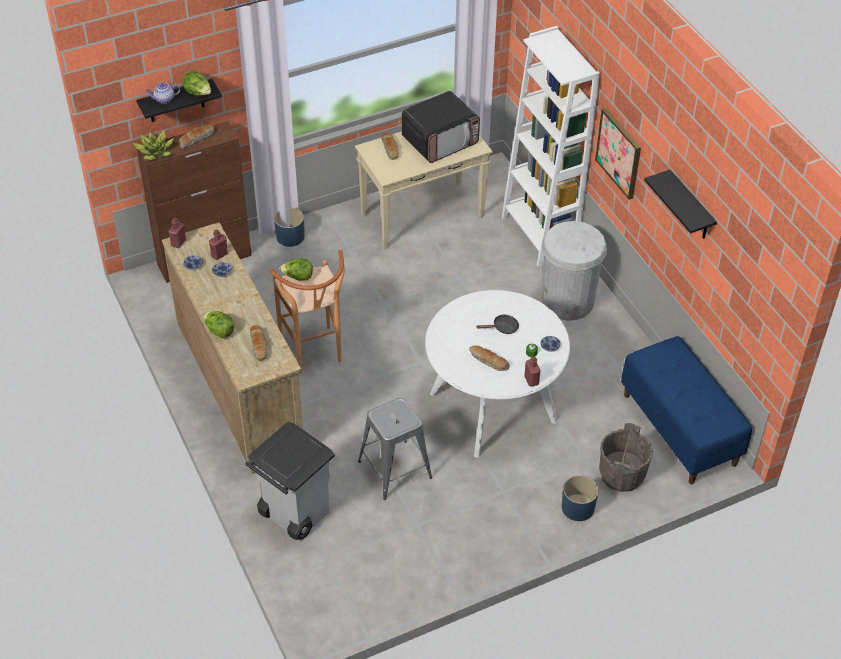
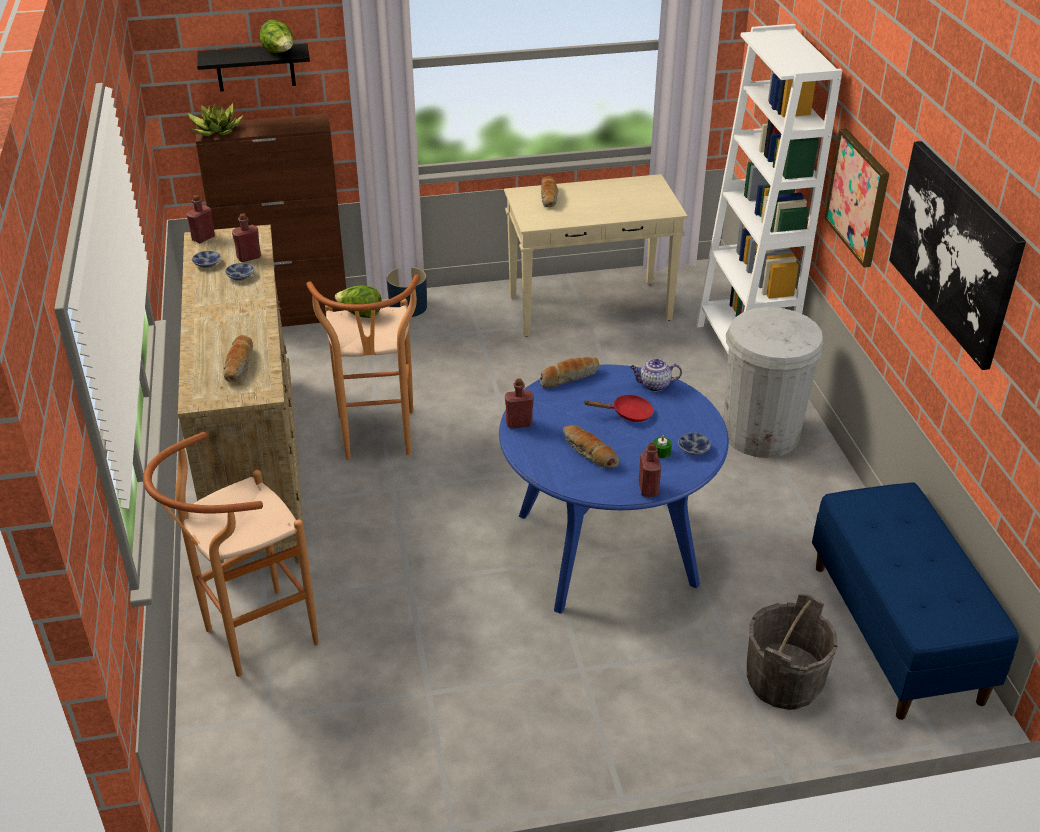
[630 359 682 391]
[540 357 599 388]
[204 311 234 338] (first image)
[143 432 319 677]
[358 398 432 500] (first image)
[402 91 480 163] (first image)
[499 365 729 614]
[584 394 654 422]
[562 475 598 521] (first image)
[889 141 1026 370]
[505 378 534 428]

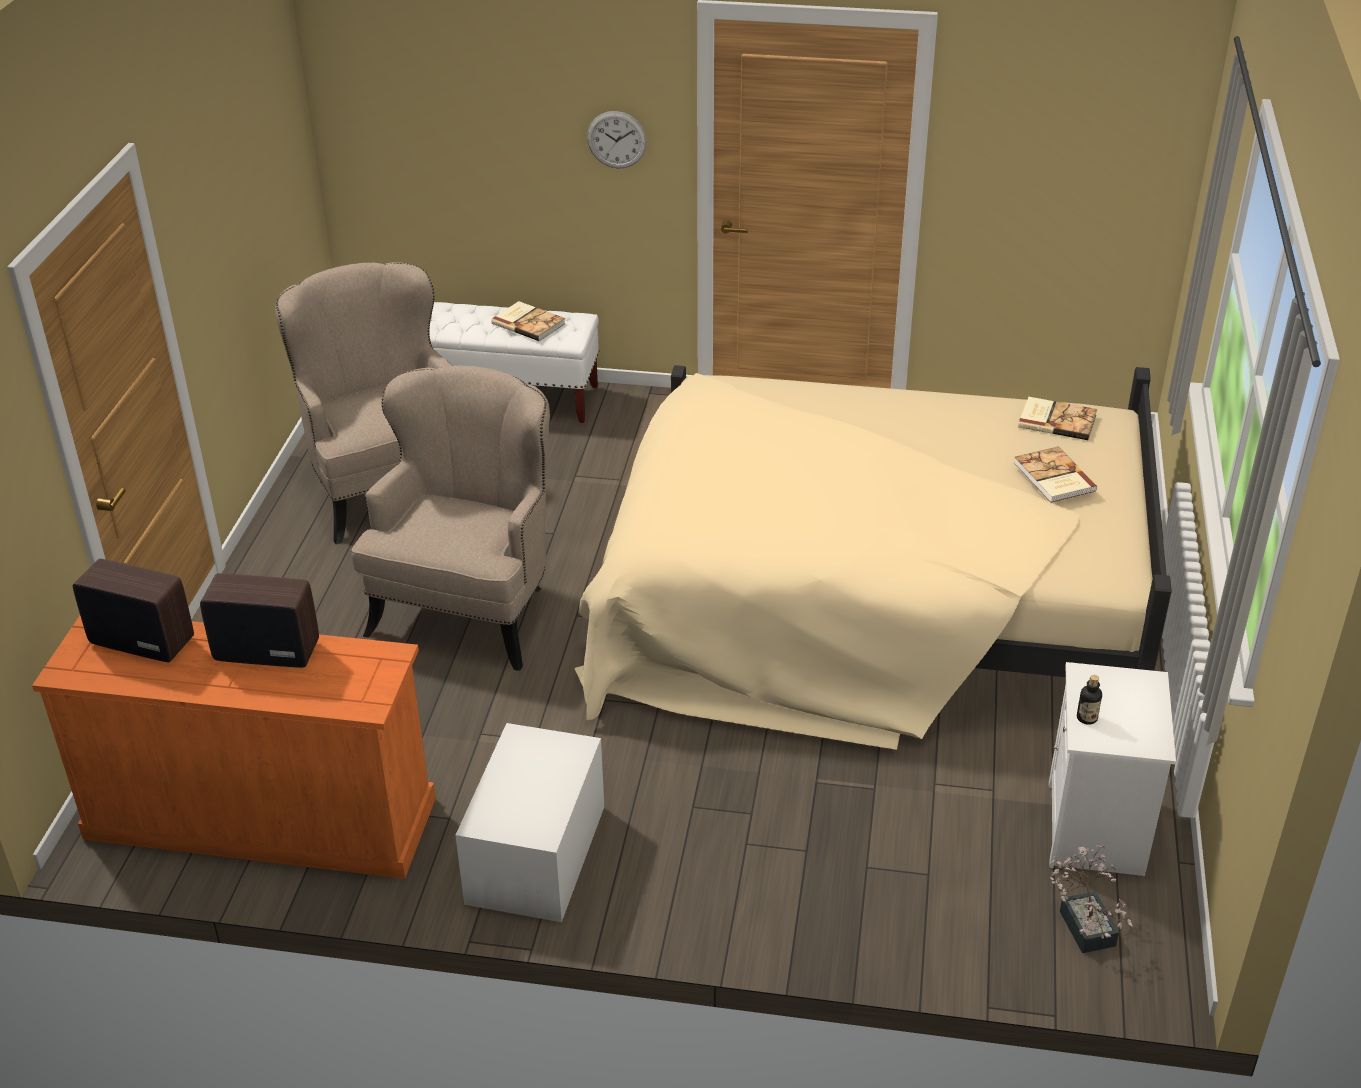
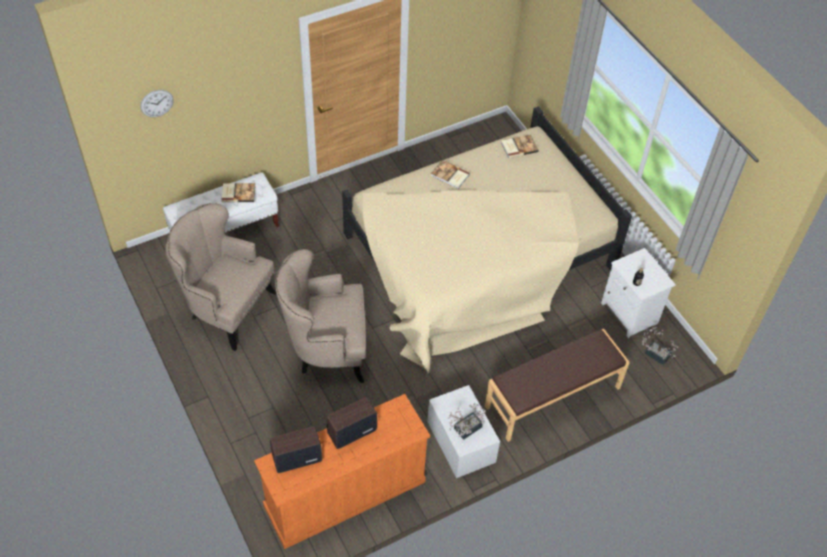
[275 249 366 383]
[140 90 174 117]
[431 160 470 189]
[448 403 486 440]
[485 329 630 442]

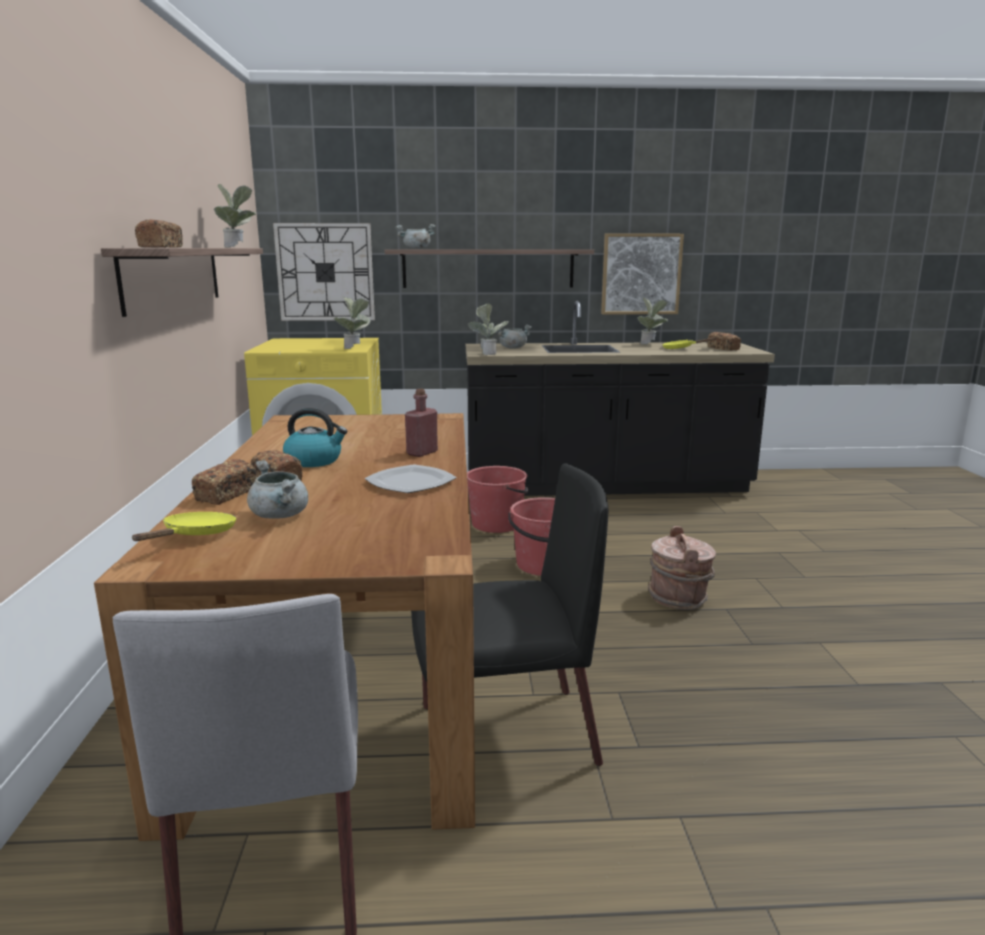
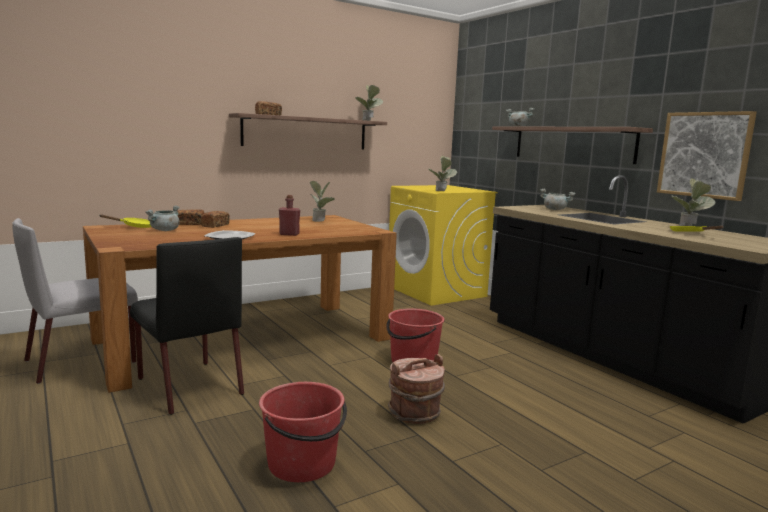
[273 223 375 321] (first image)
[283 408 347 467] (first image)
[259 382 347 482]
[310 181 335 222]
[707 332 741 351] (first image)

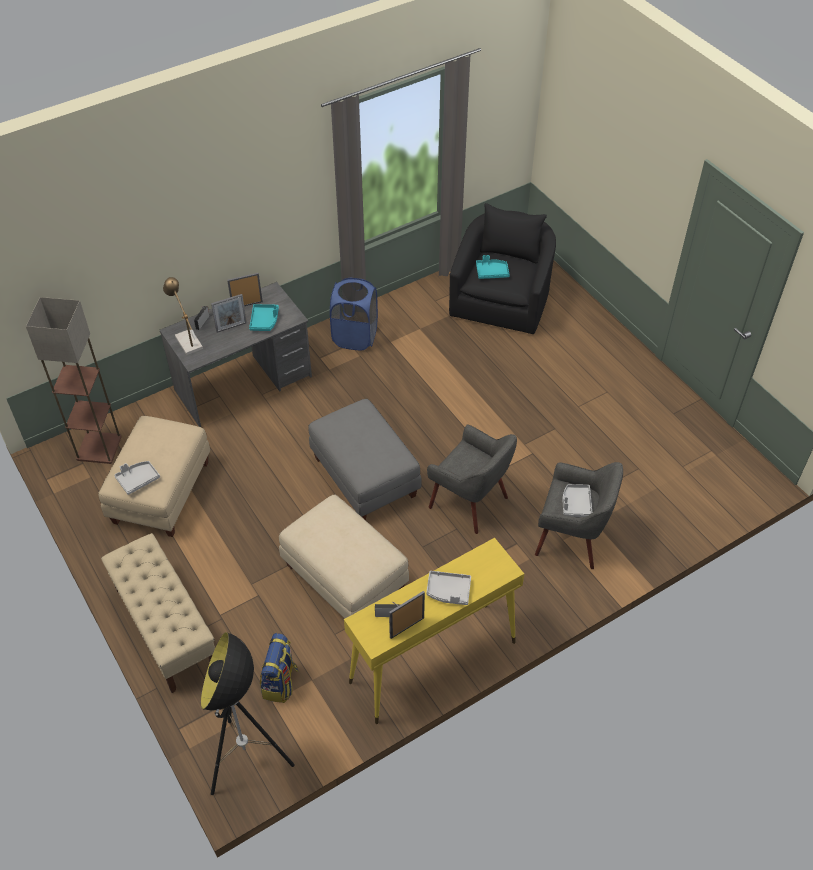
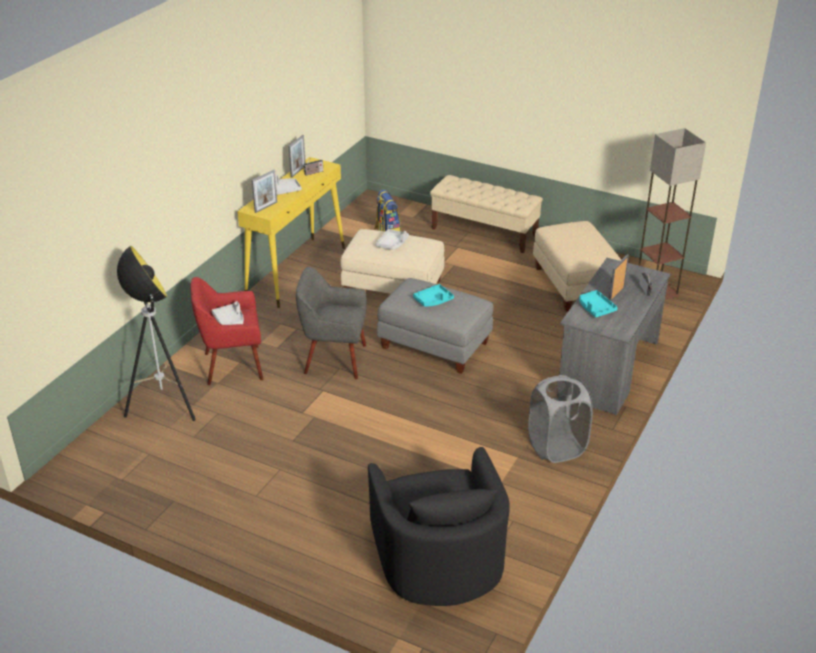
[376 229 409 250]
[163 277 203 355] (first image)
[117 246 196 421]
[252 170 277 213]
[528 375 593 463]
[413 284 454 307]
[190 277 263 385]

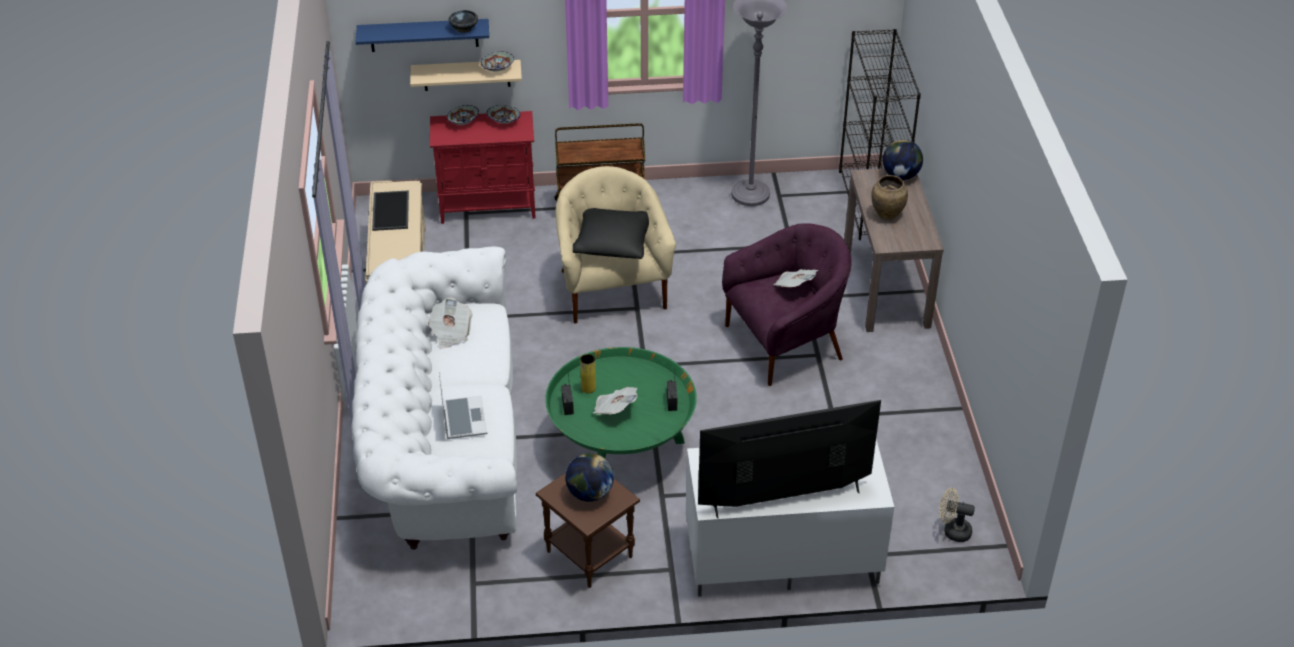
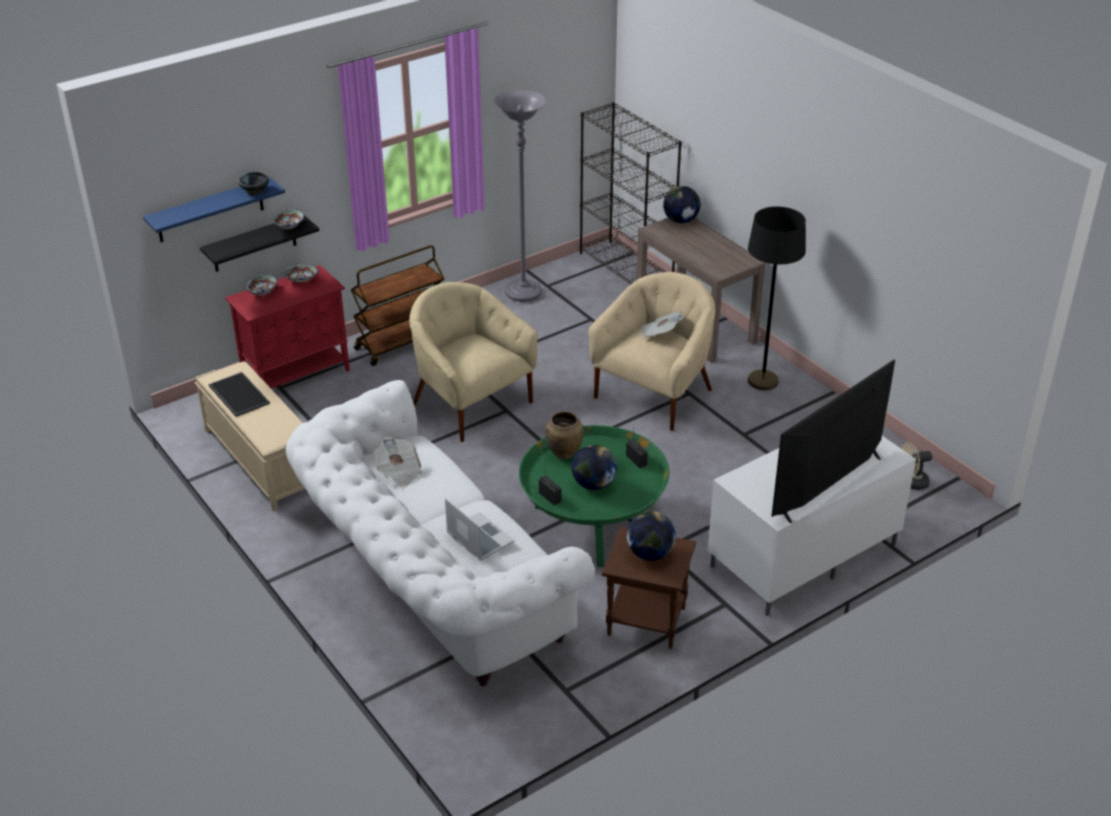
[200 215 320 272]
[573 208 649 259] (first image)
[580 354 596 393] (first image)
[572 445 617 490]
[588 272 715 431]
[545 411 584 459]
[748 206 806 390]

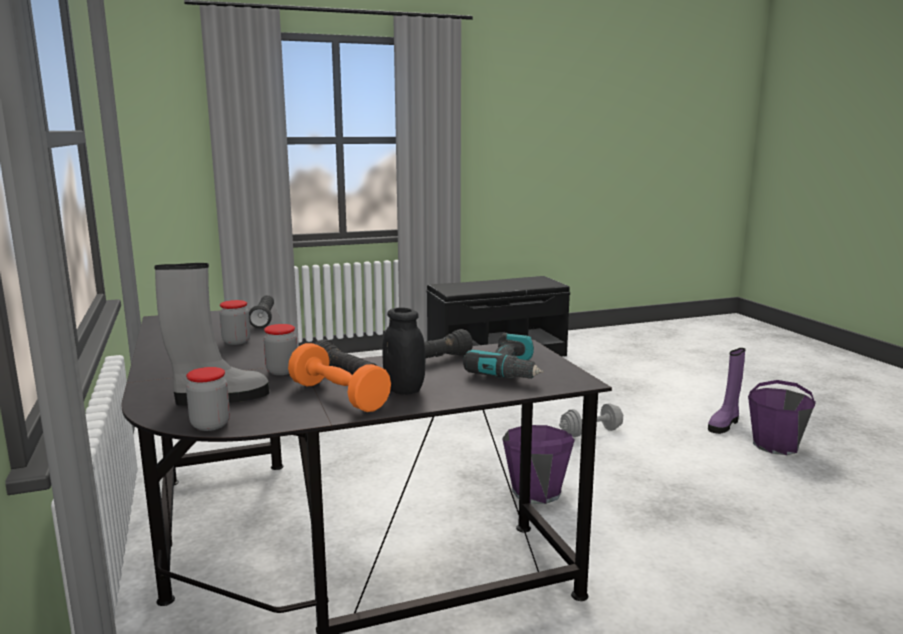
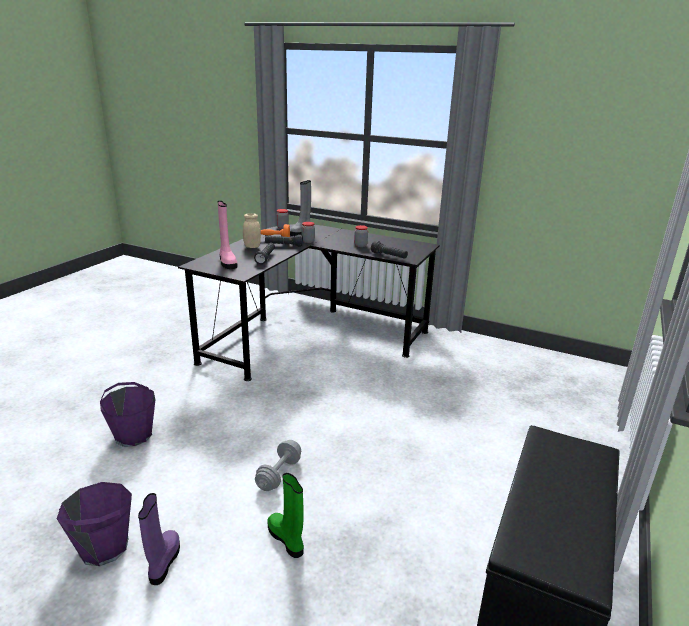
[243 213 261 248]
[217 201 237 269]
[100 382 156 447]
[267 473 304 558]

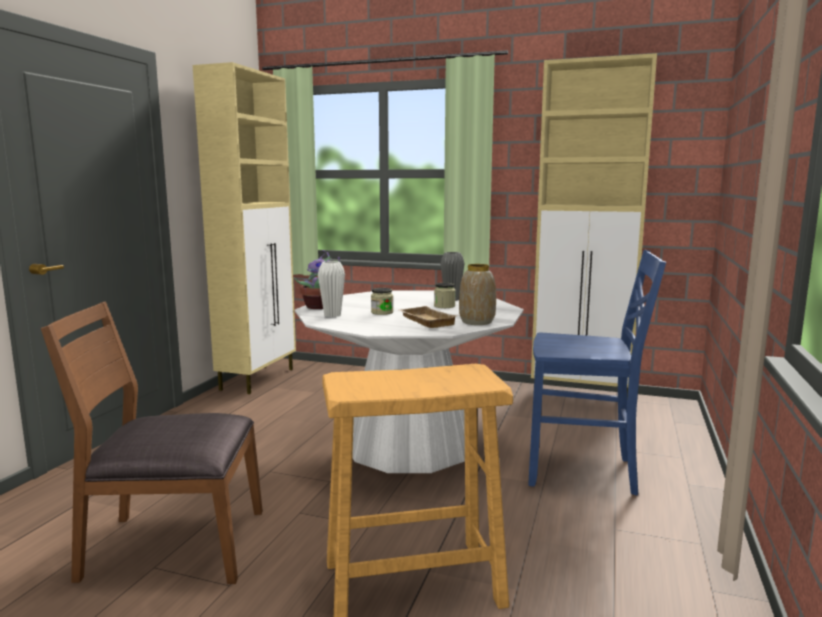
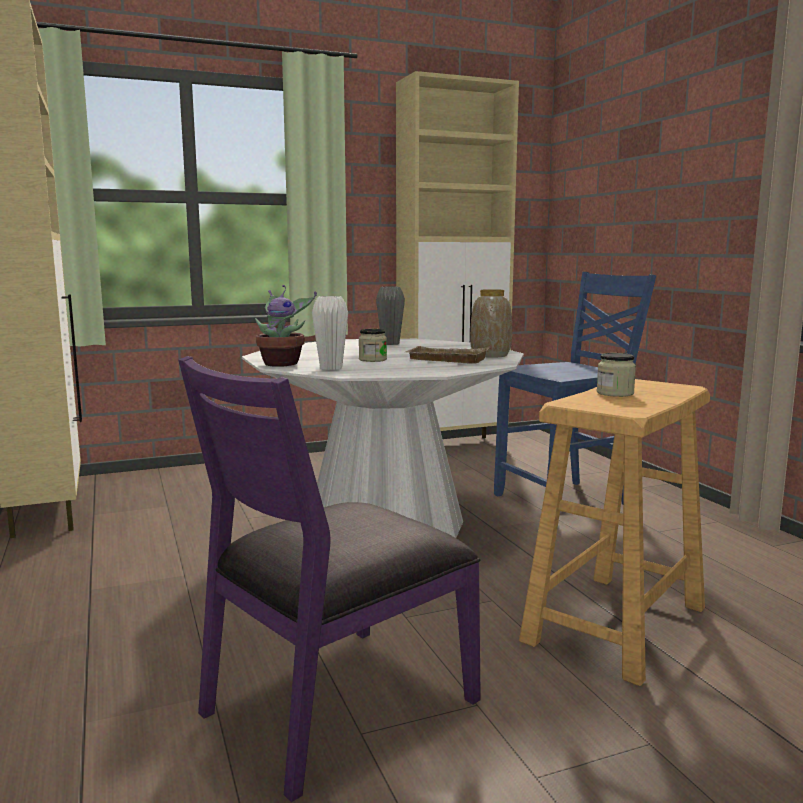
[178 356 481 802]
[597 353 636 397]

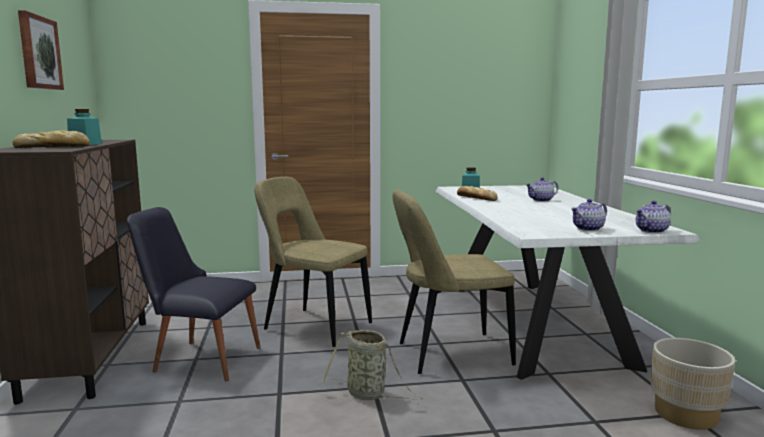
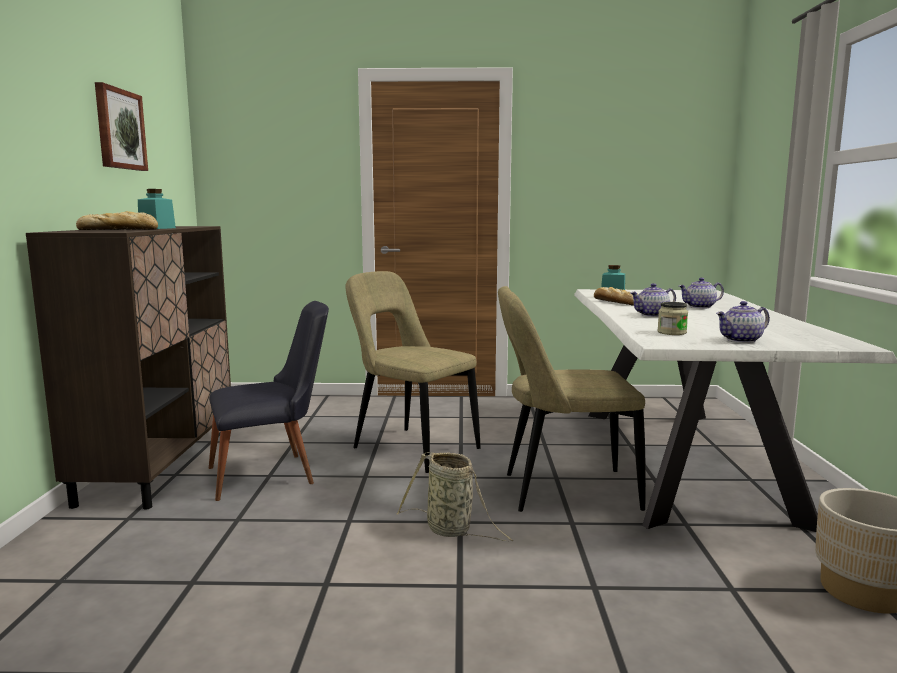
[209 301 329 501]
[631 283 676 317]
[657 302 688 335]

